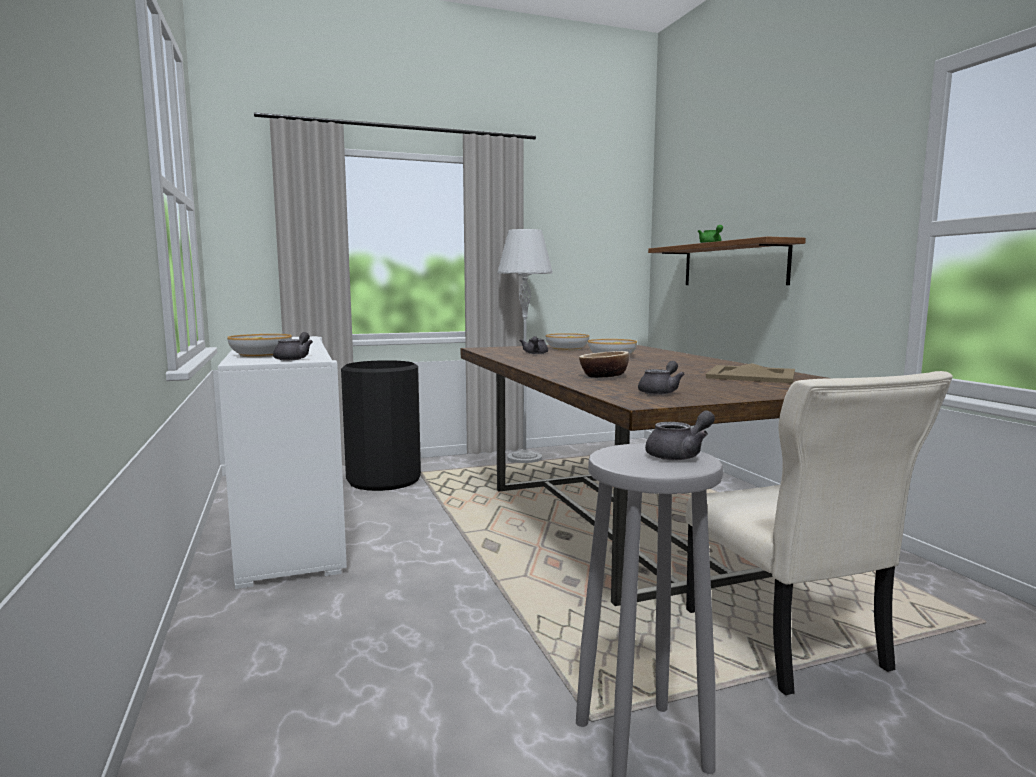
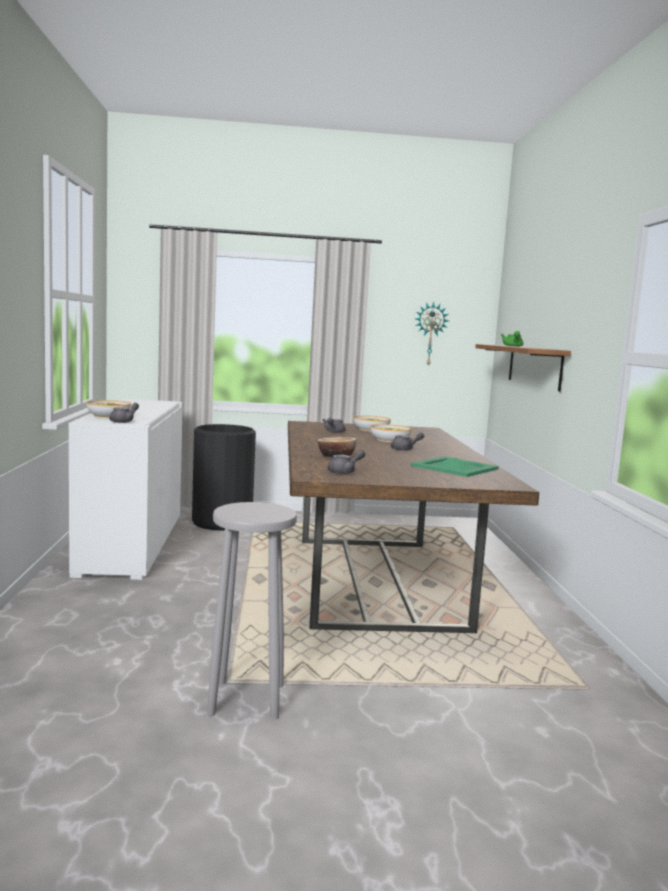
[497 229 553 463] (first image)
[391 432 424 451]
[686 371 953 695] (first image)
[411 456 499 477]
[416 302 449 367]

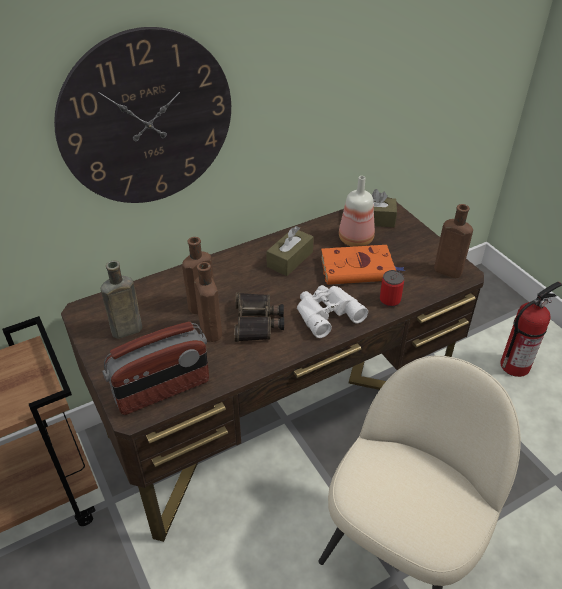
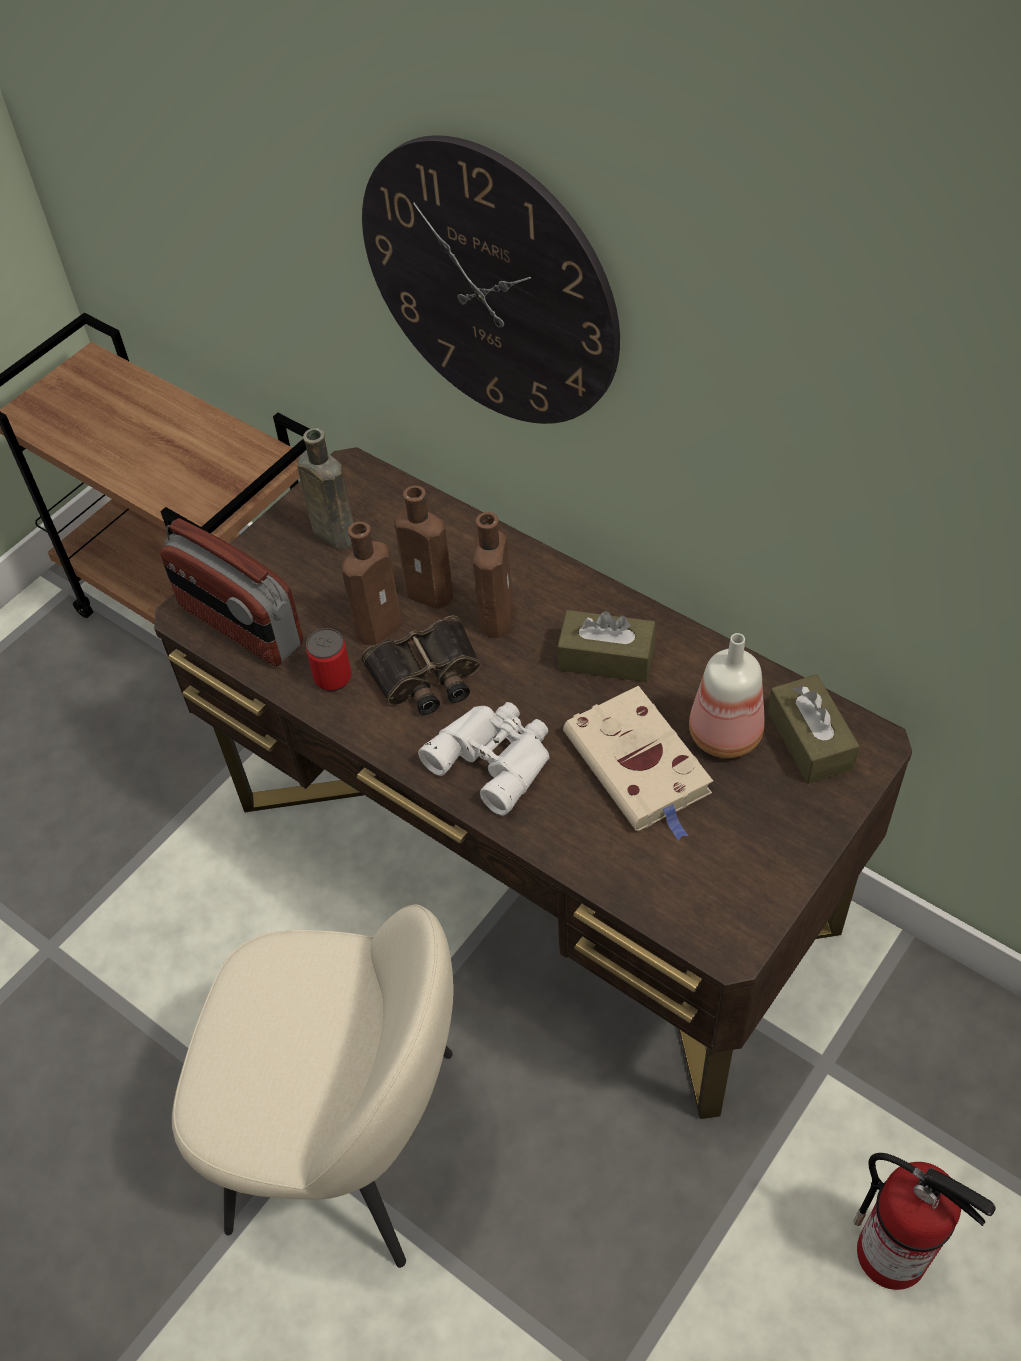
[563 686 713 841]
[306 628 351 691]
[473 512 513 638]

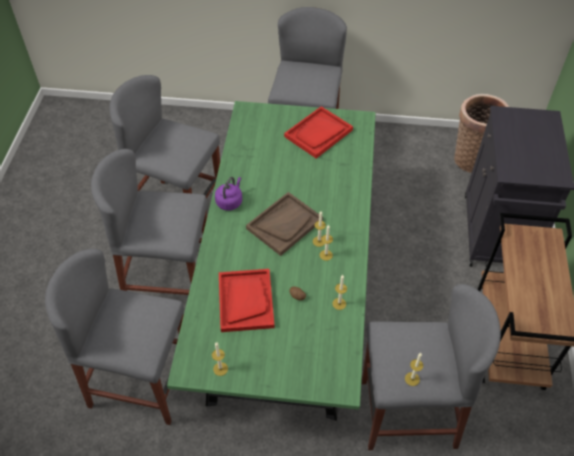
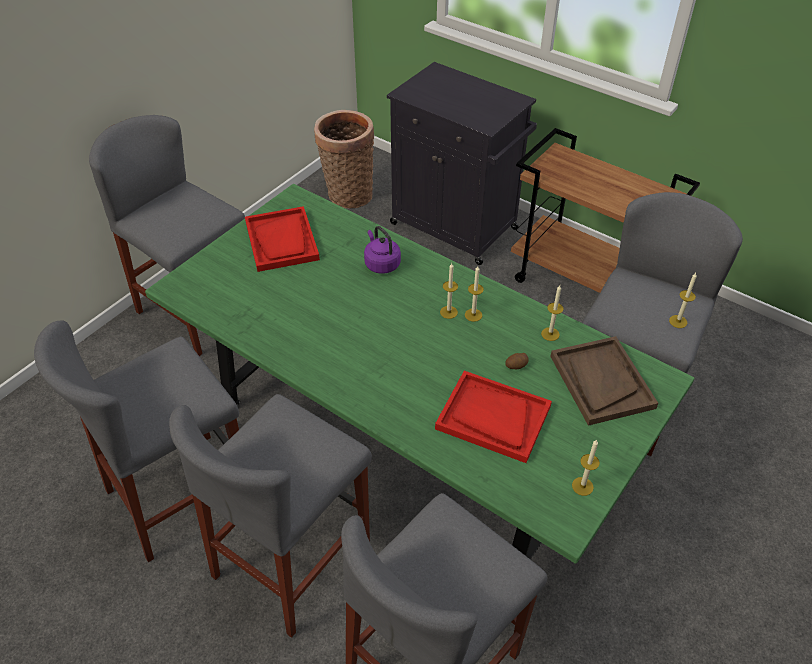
[364 226 401 274]
[550 336 658 426]

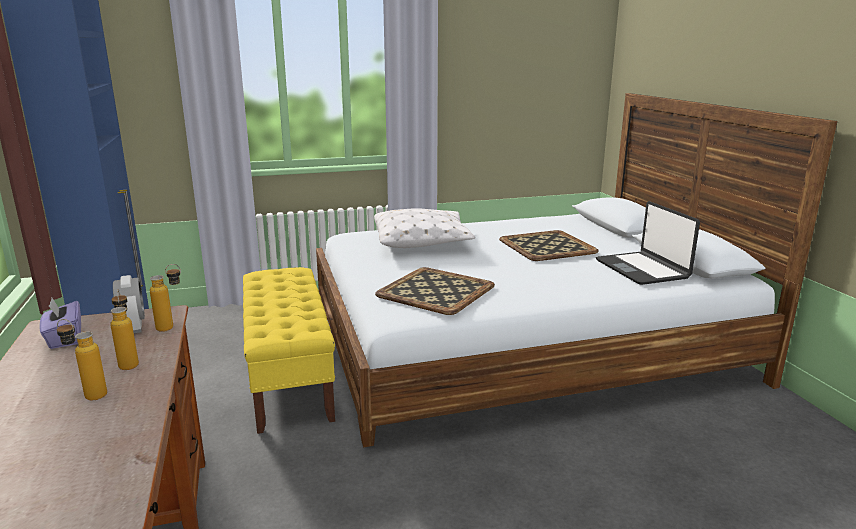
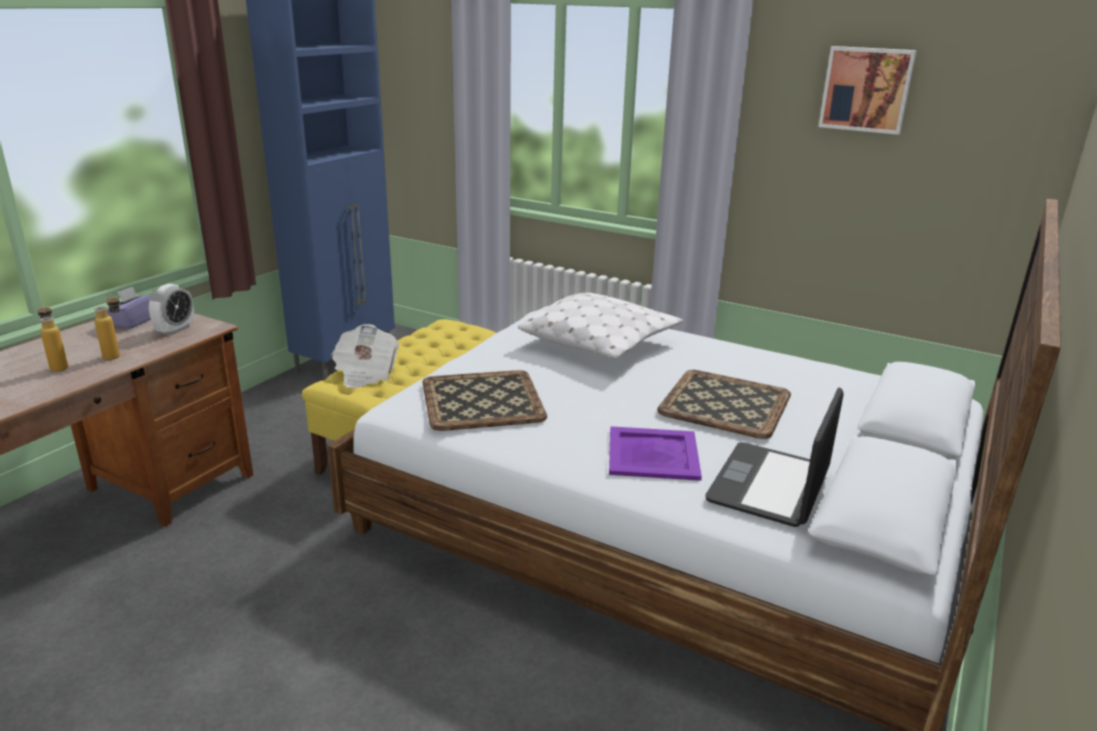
[150 264 181 332] (first image)
[331 324 399 388]
[609 426 702 481]
[818 46 917 135]

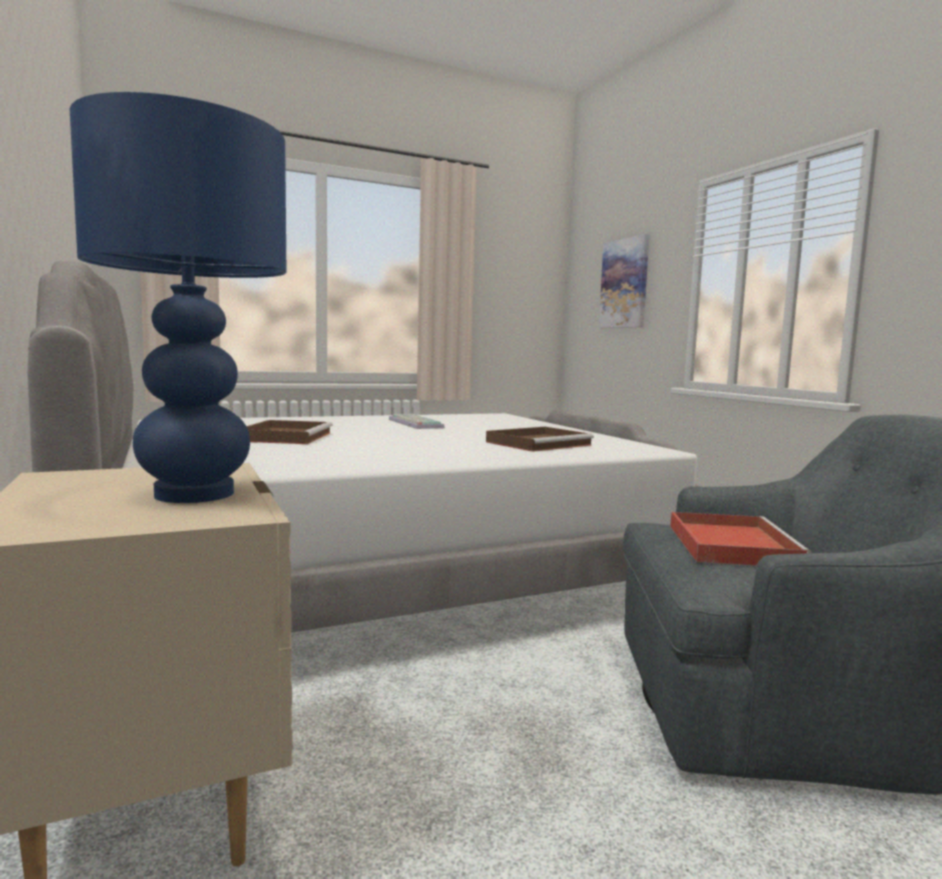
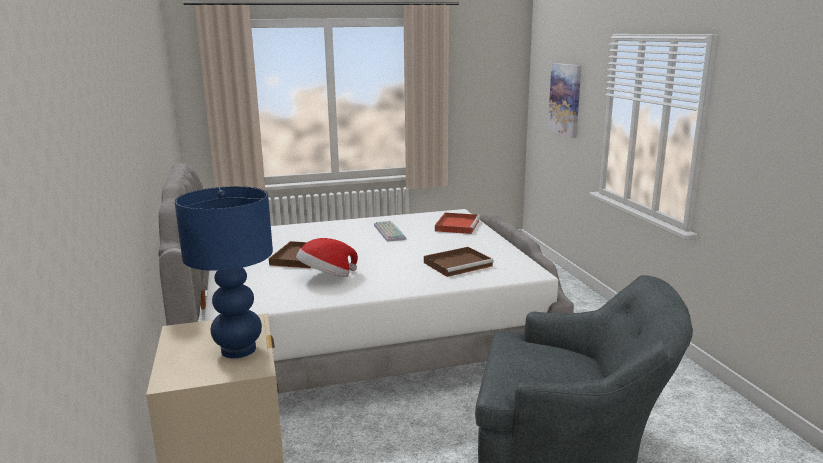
[435 213 481 234]
[296 238 358 277]

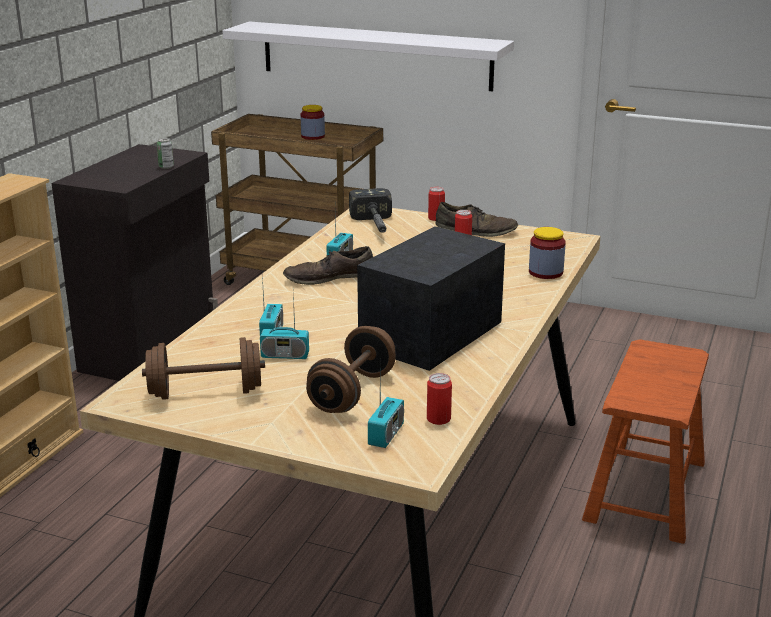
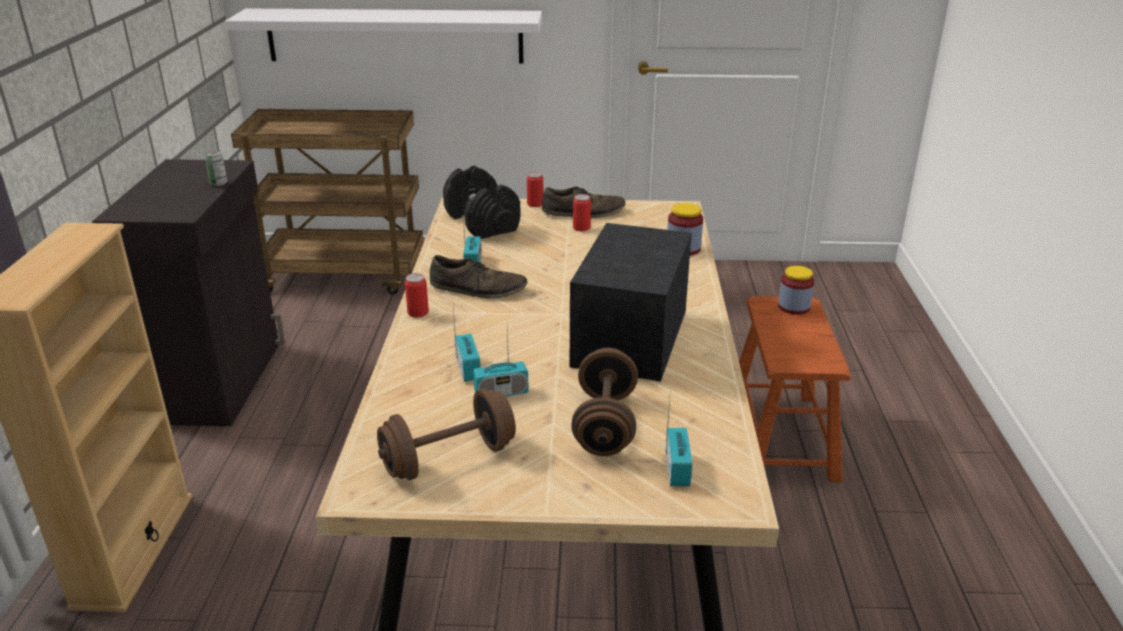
[430 255 528 299]
[778 266 814 315]
[443 166 521 239]
[405 273 429 317]

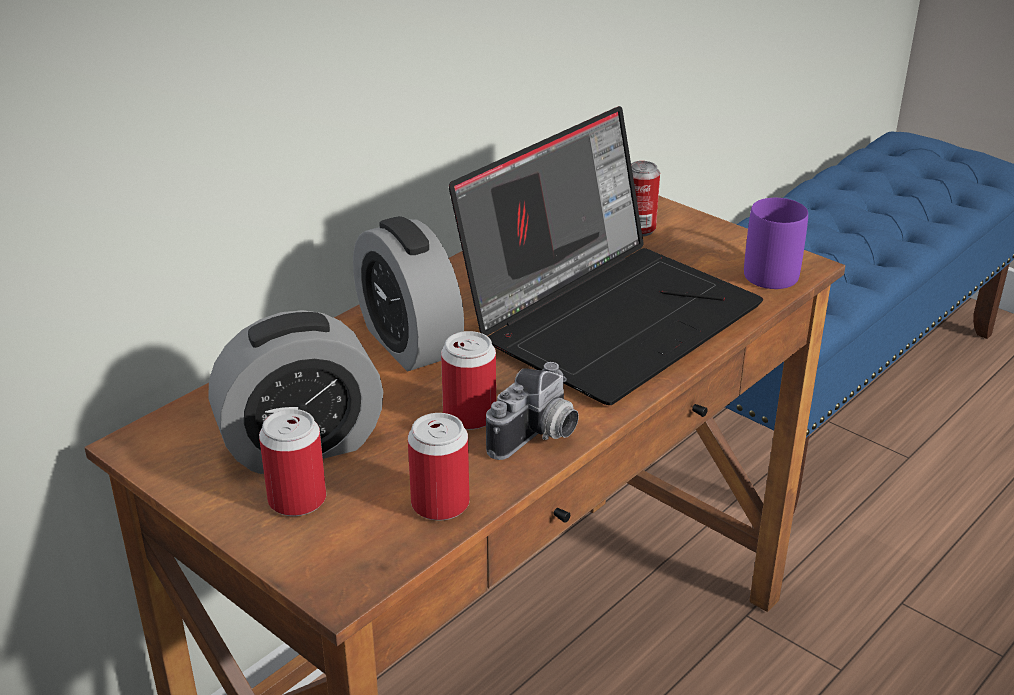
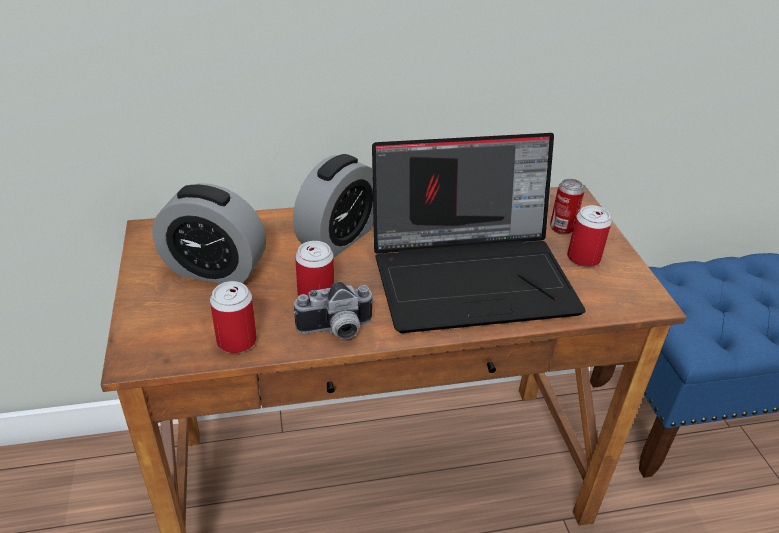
[567 205 612 267]
[293 154 374 258]
[744 198 808 289] (first image)

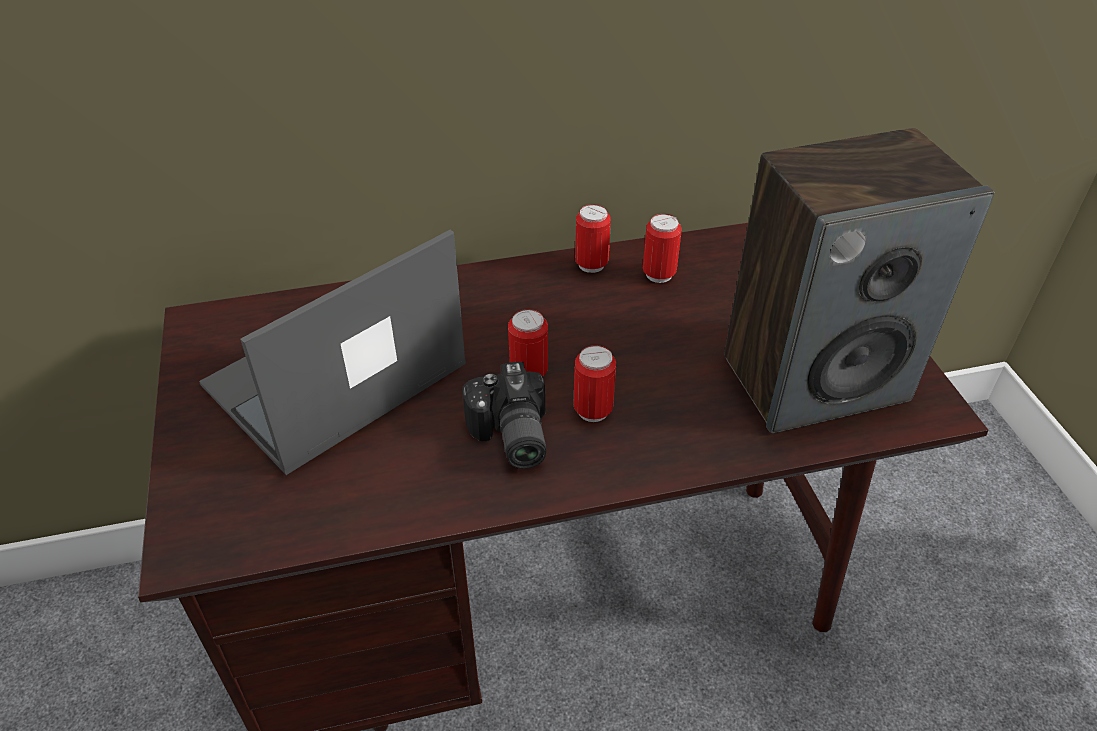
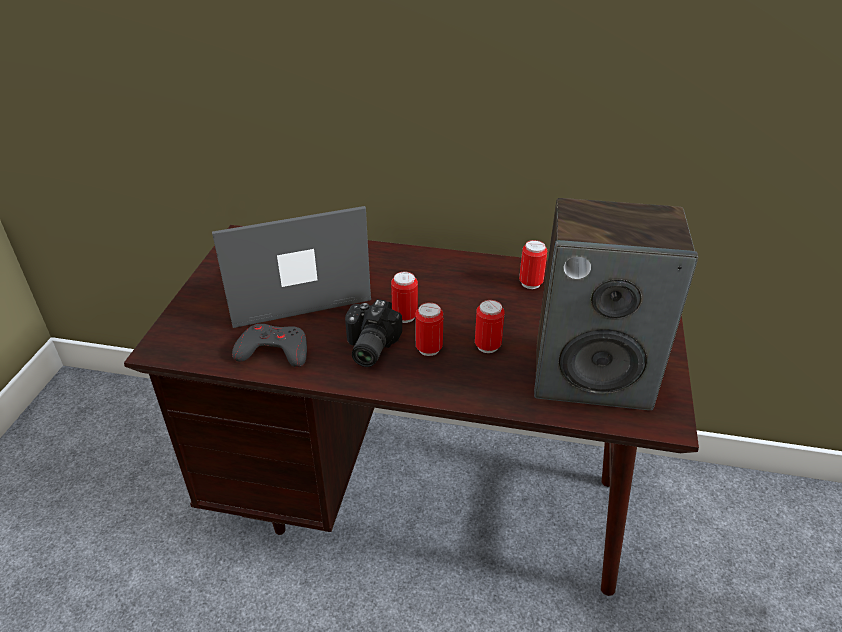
[475 300 505 353]
[232 324 307 367]

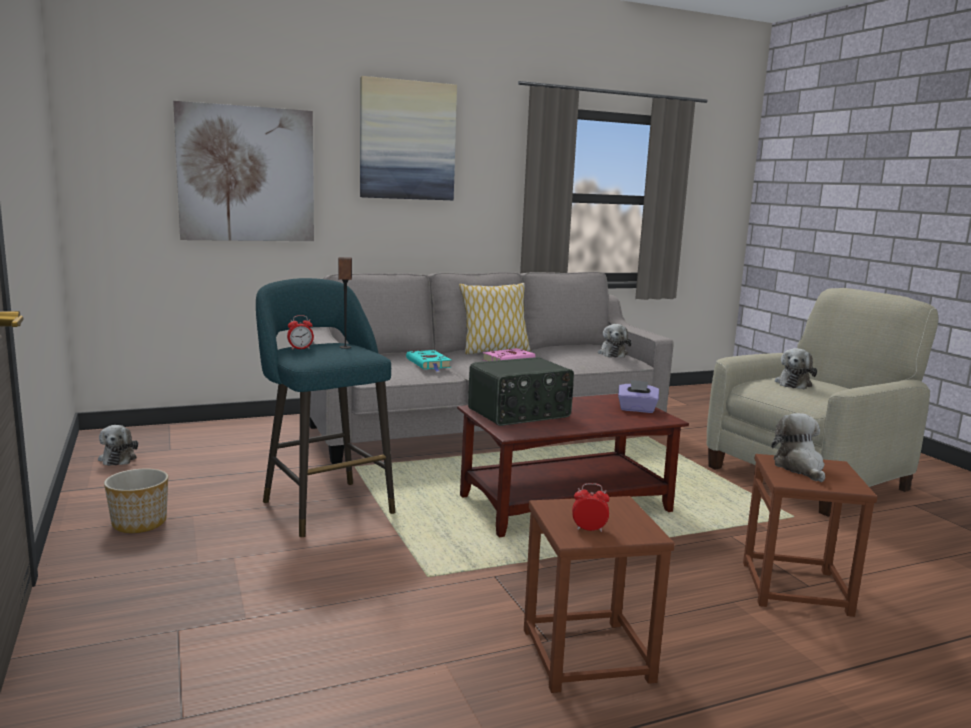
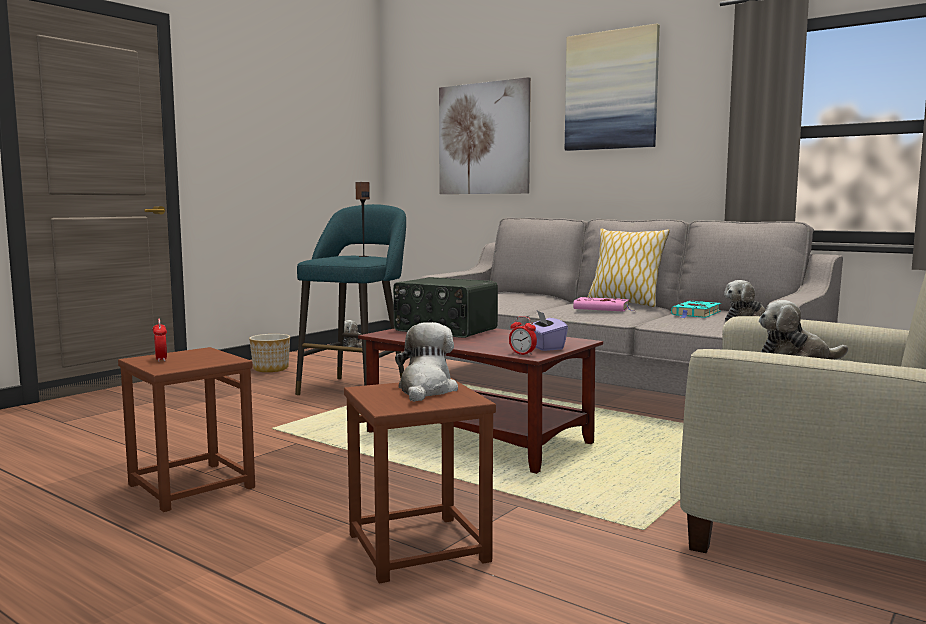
[509 316 537 356]
[671 301 721 318]
[395 322 458 402]

